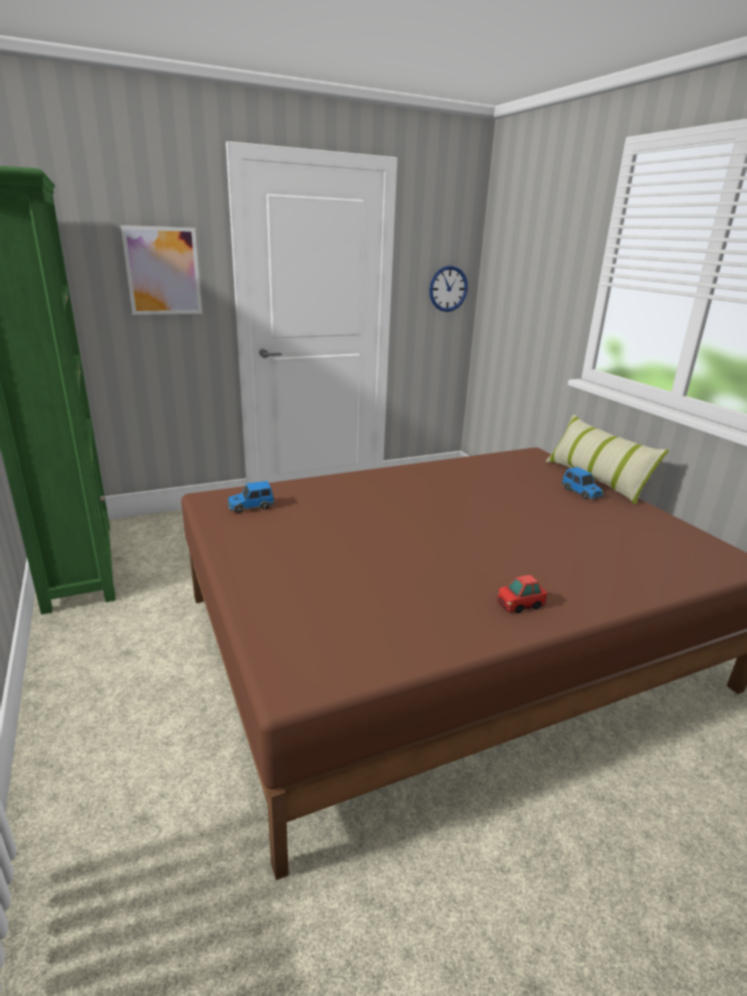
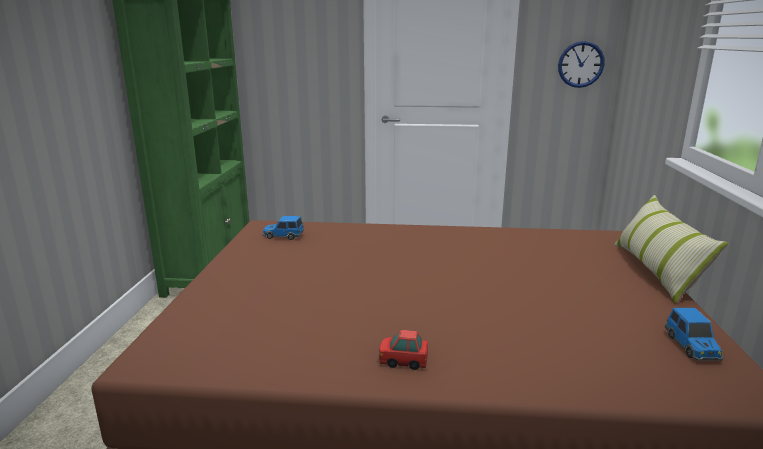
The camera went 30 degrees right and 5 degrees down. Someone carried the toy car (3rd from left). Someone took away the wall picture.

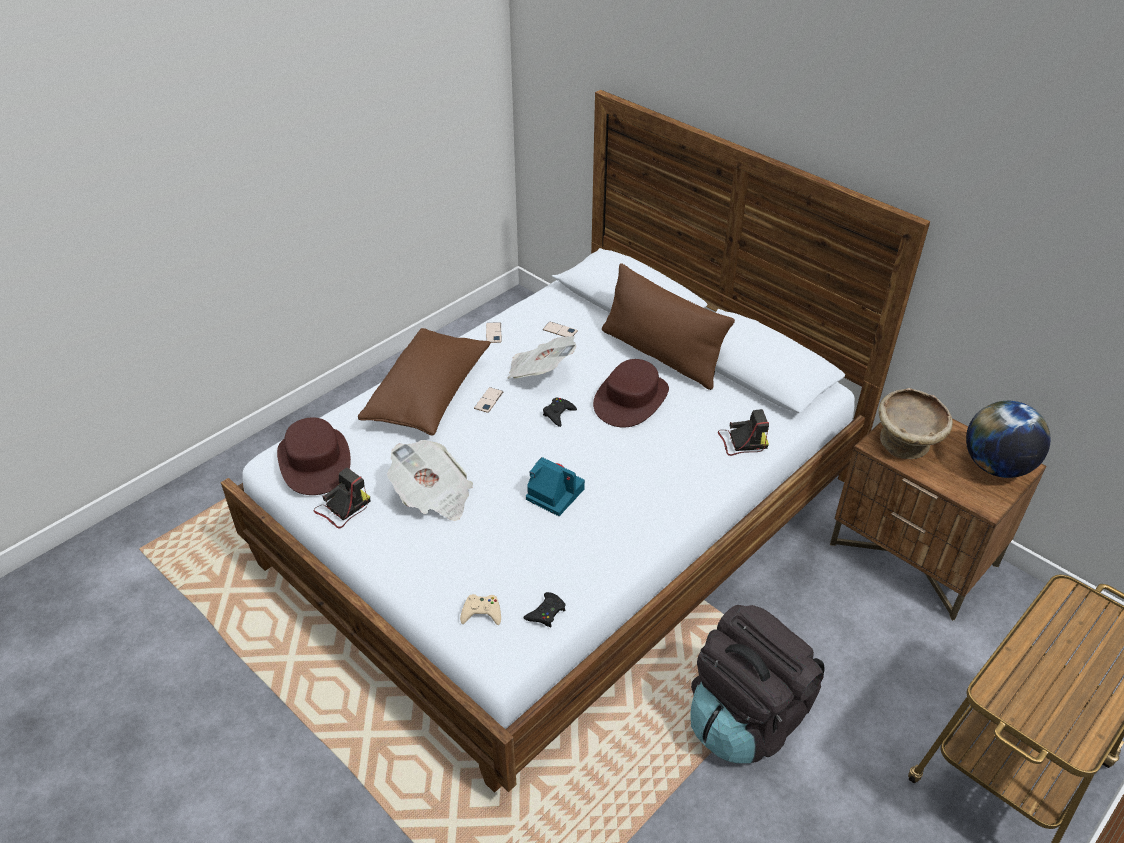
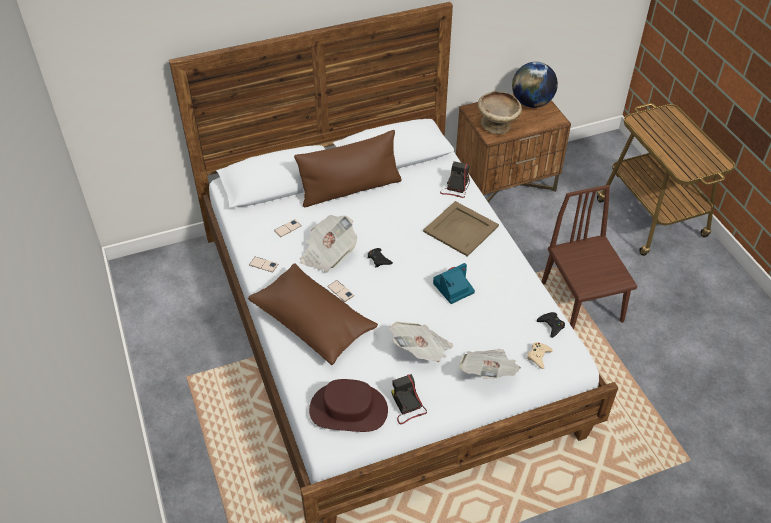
The camera went 65 degrees left and 5 degrees up. Someone put down the serving tray/beige-coloured. Someone put down the newspaper (3rd from left). Someone swapped the backpack/black-coloured for the chair/brown-coloured. Someone took away the hat/brown-coloured (2nd from left).

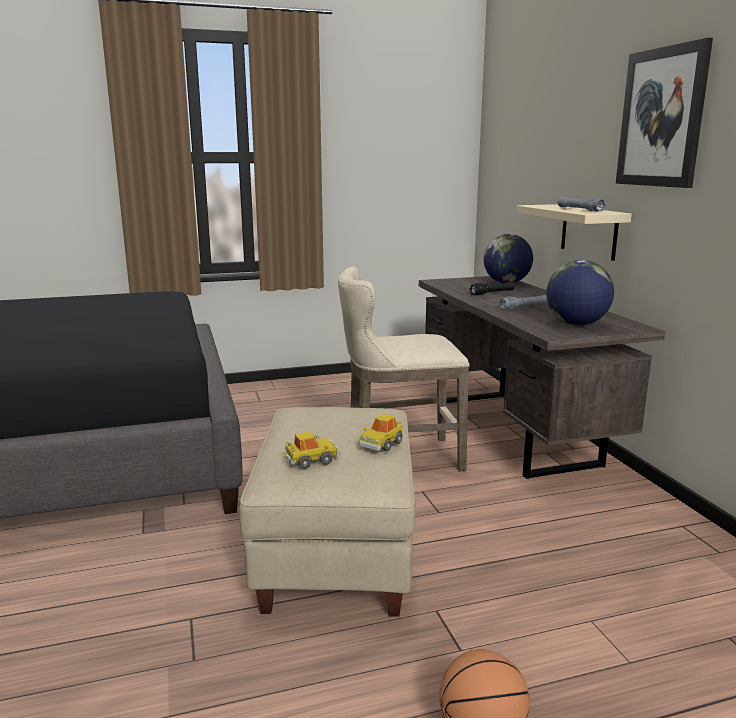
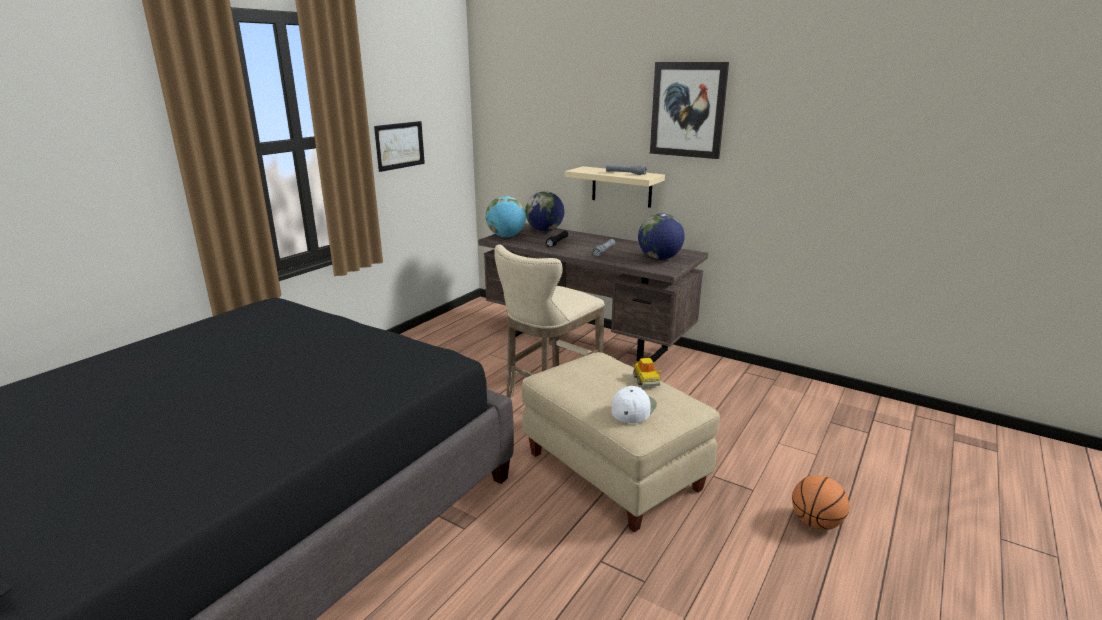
The camera went 40 degrees left and 5 degrees up. Someone put up the wall picture (1st from left). Someone put down the globe (1st from left). Someone swapped the toy car (1st from left) for the cap/white-coloured.

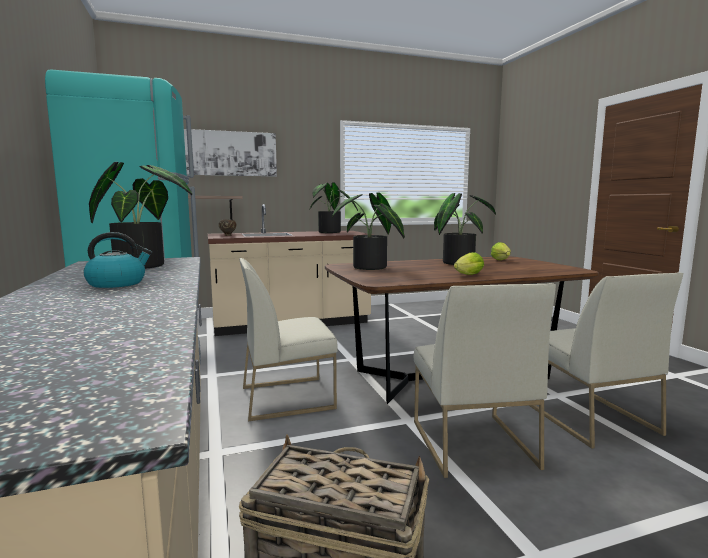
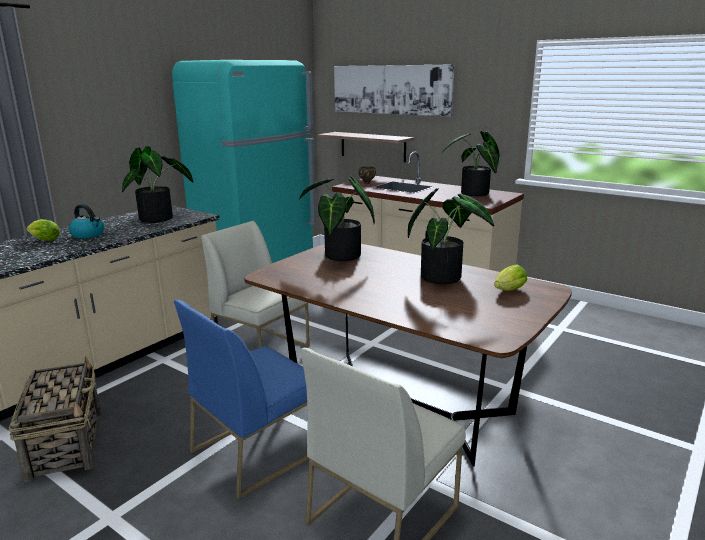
The camera went 55 degrees right and 10 degrees up. Someone carried the lettuce head (1st from left). Someone repainted the chair/white-coloured (2nd from left), which became the chair/blue.

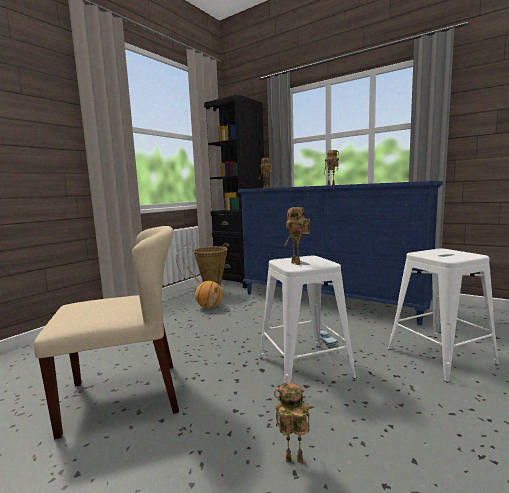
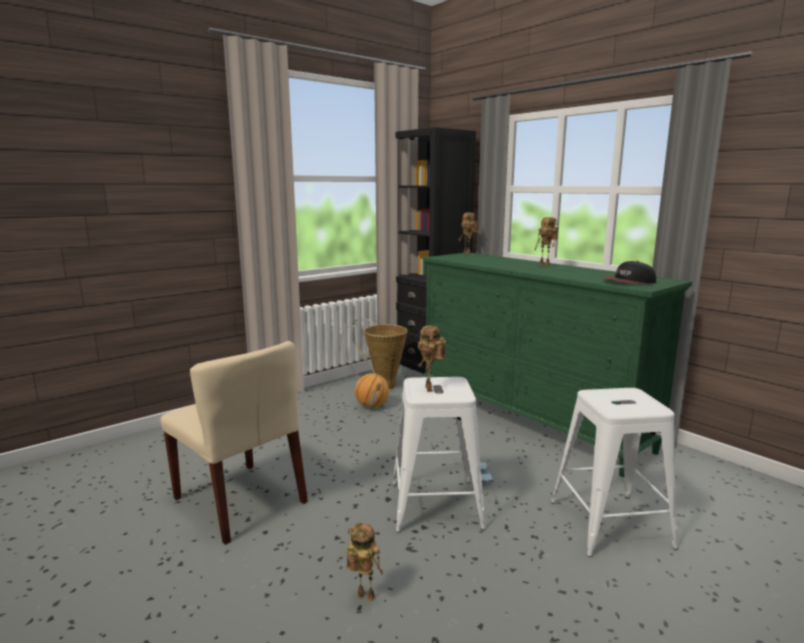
The camera went 15 degrees right and 5 degrees up. Someone rotated the chair/beige-coloured by 45 degrees clockwise. Someone repainted the dresser/blue, which became the dresser/green. Someone put down the cap.

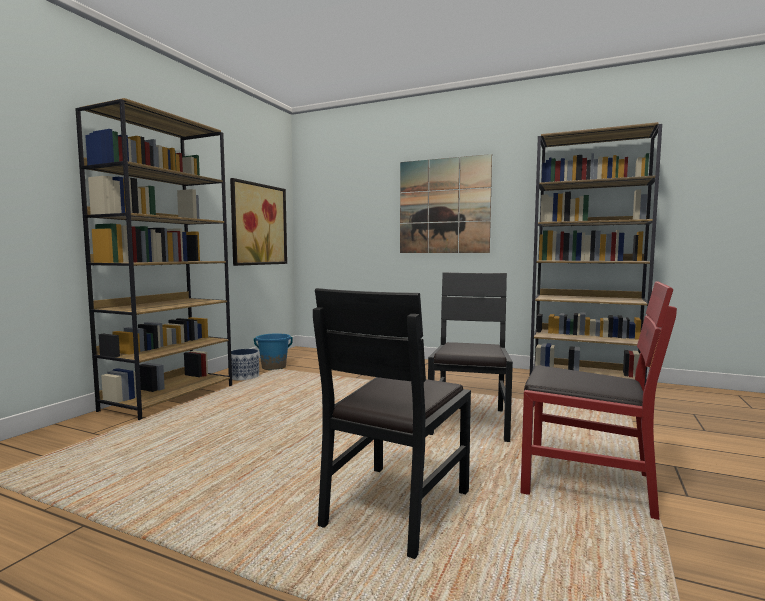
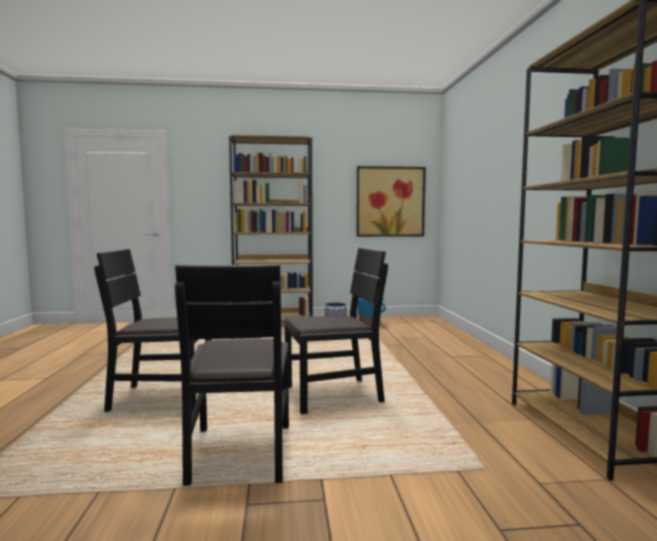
The camera went 60 degrees right and 0 degrees up. Someone repainted the chair/red, which became the chair/black-coloured (2nd from left). Someone took away the wall picture (2nd from left).

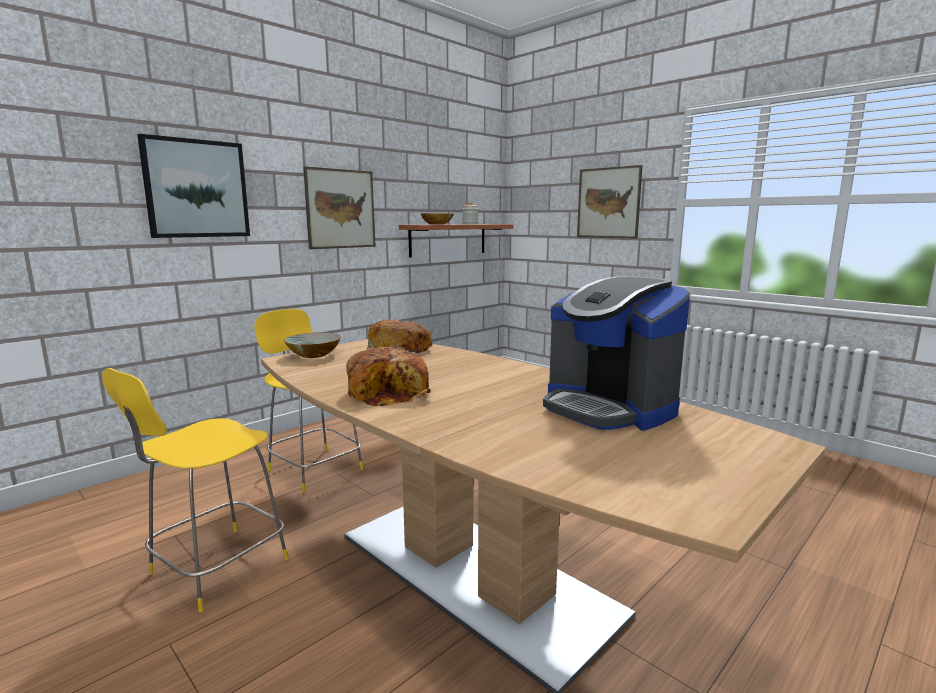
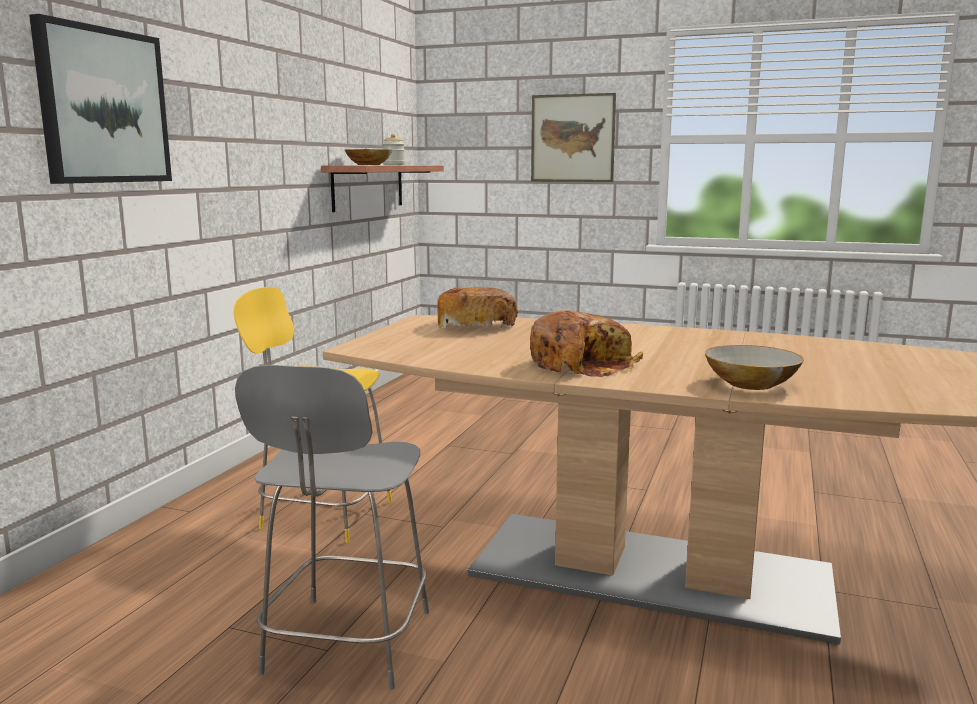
The camera went 25 degrees left and 0 degrees up. Someone repainted the chair/yellow-coloured (1st from left), which became the chair/grey. Someone carried the deep dish (1st from left in the first image). Someone took away the wall picture (2nd from left). Someone took away the coffee maker.

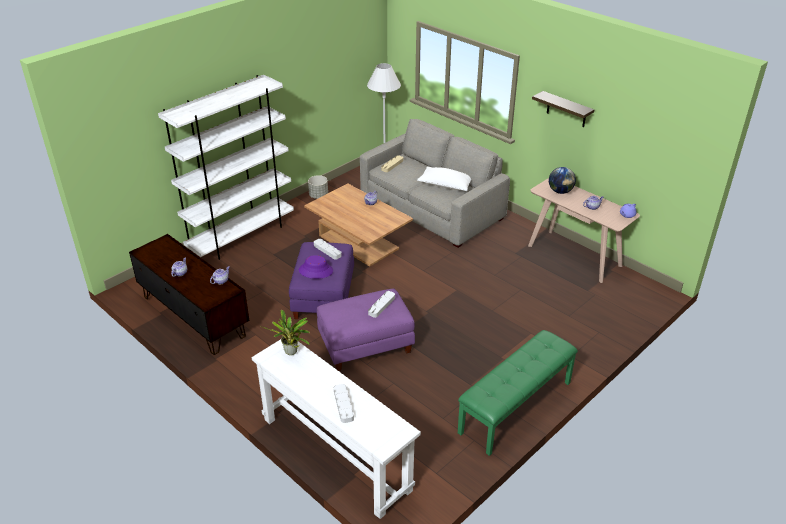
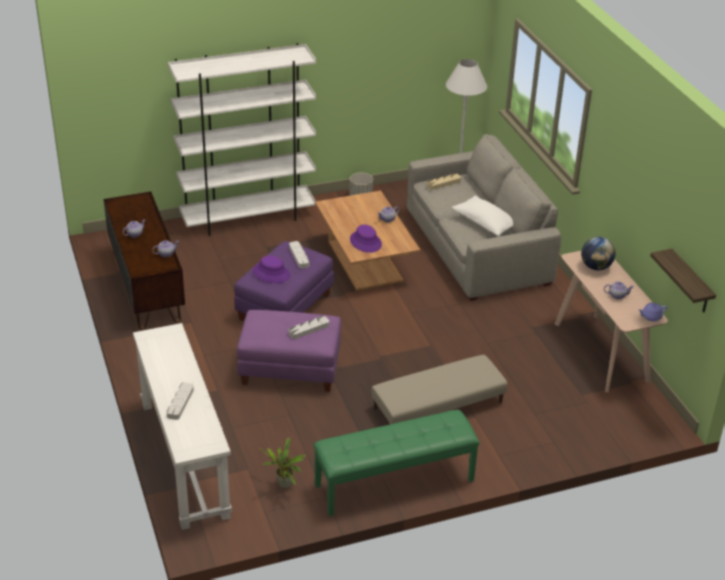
The camera went 25 degrees right and 0 degrees up. Someone carried the plant in a pot. Someone put down the hat/purple-coloured (2nd from left). Someone put down the pouffe/beige-coloured. Someone carried the wall shelf.

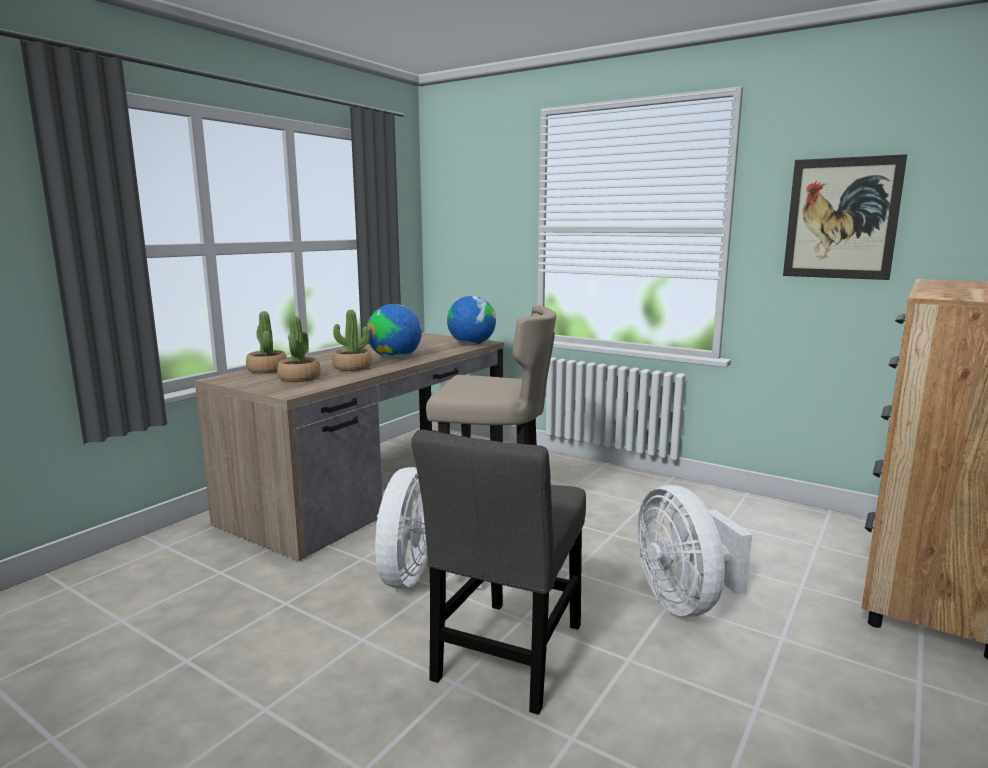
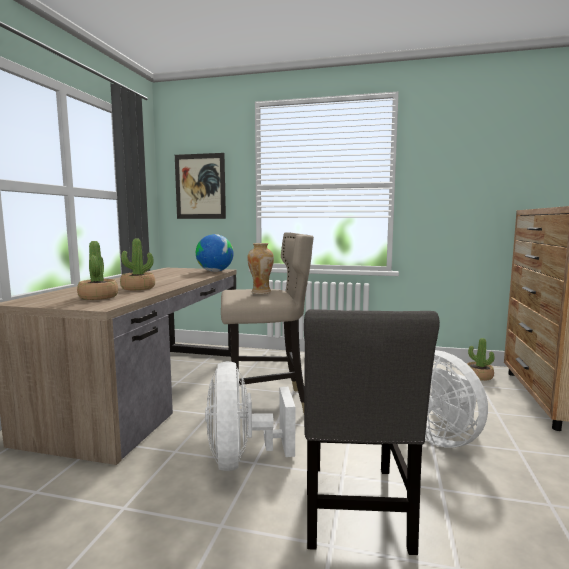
The camera went 20 degrees left and 5 degrees down. Someone carried the wall picture. Someone put down the vase. Someone carried the plant in a pot (1st from left in the first image). Someone took away the globe (1st from left).

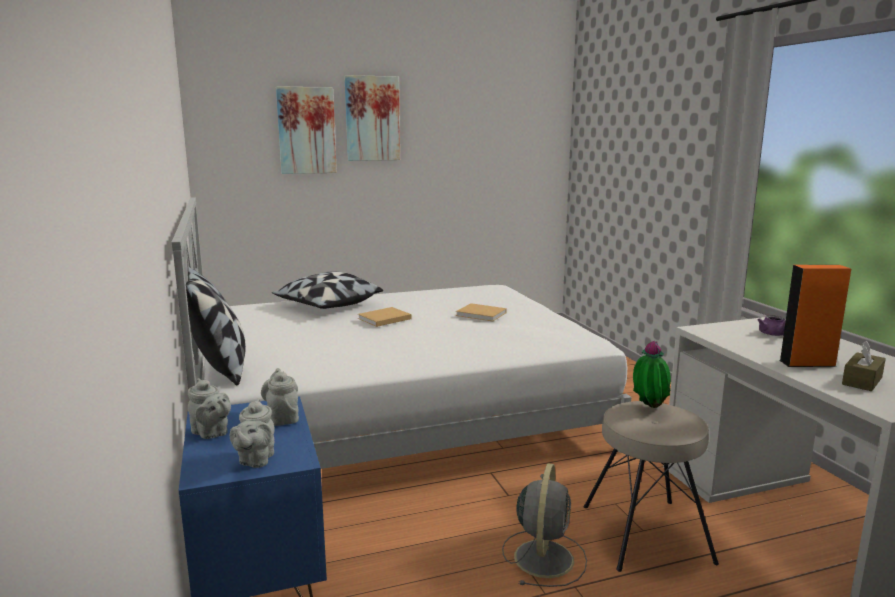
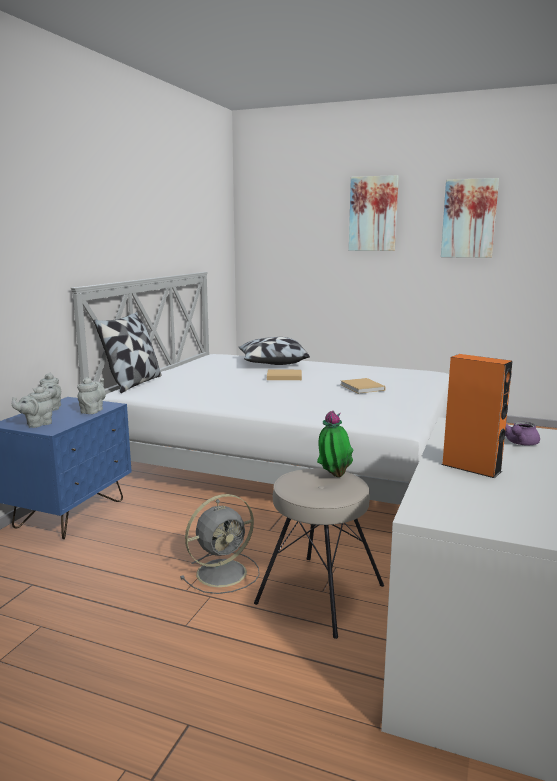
The camera went 40 degrees right and 0 degrees up. Someone carried the wall picture (1st from left in the first image). Someone took away the tissue box/brown-coloured.

